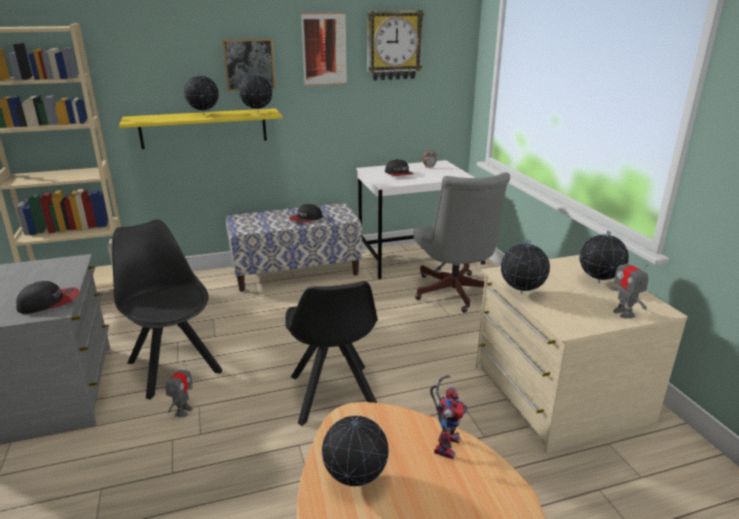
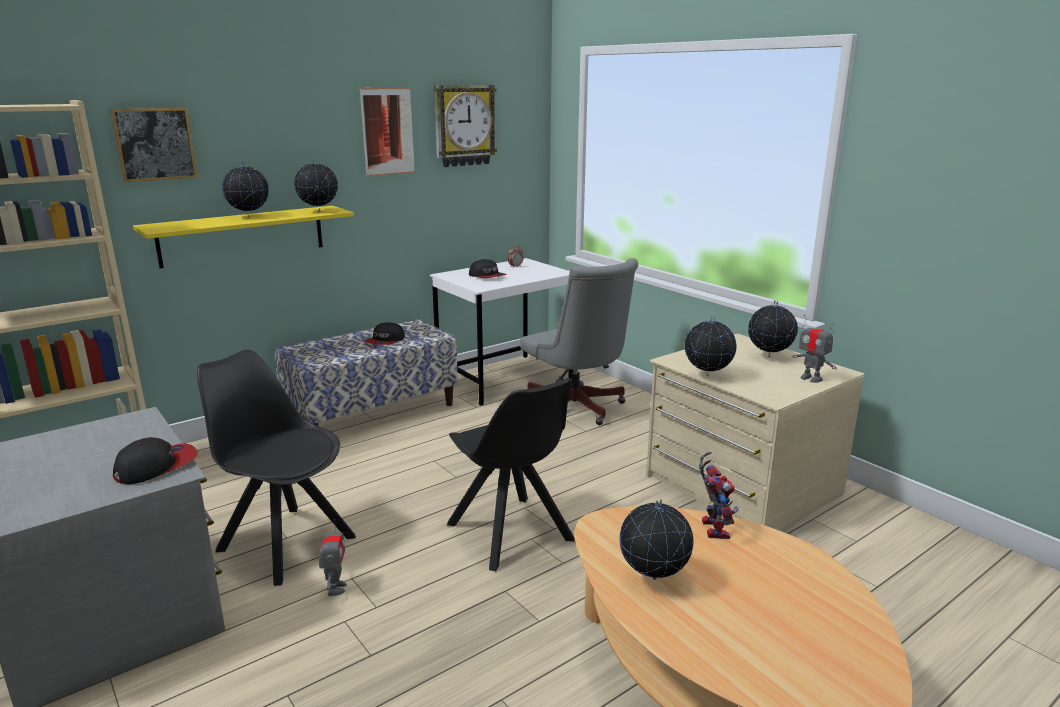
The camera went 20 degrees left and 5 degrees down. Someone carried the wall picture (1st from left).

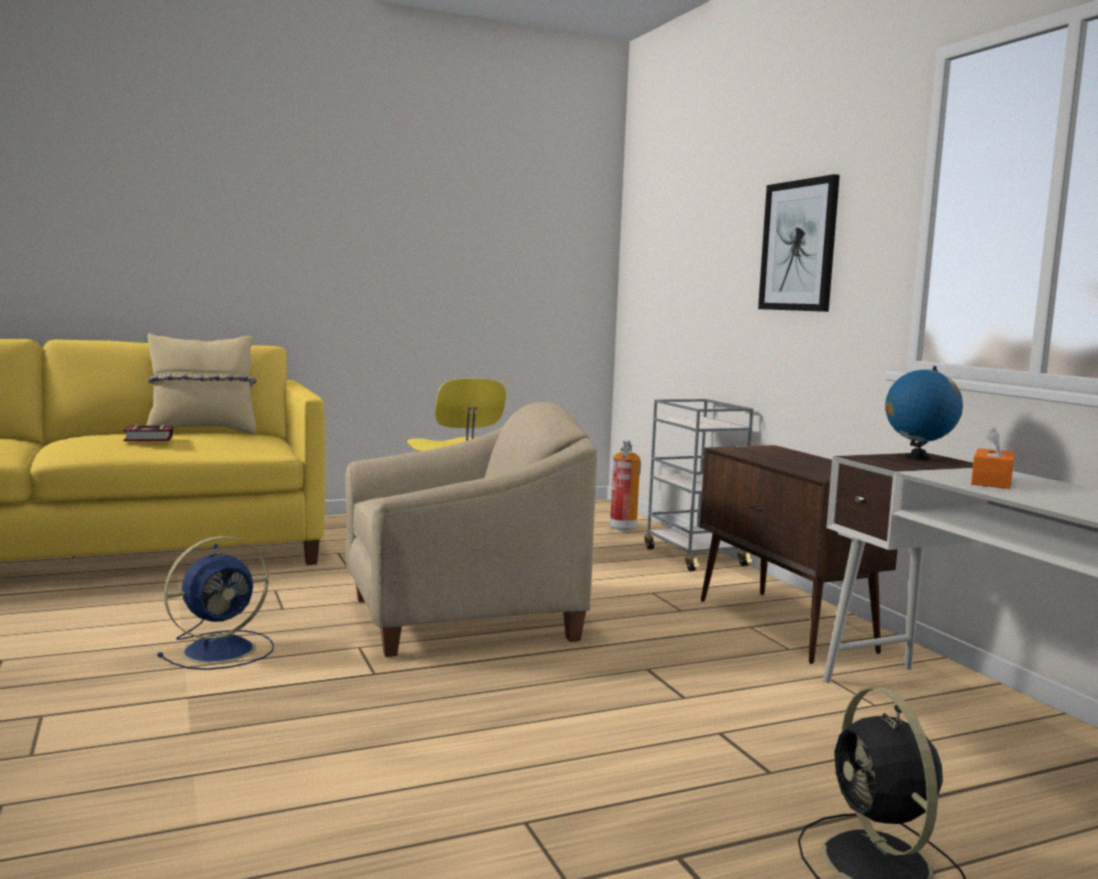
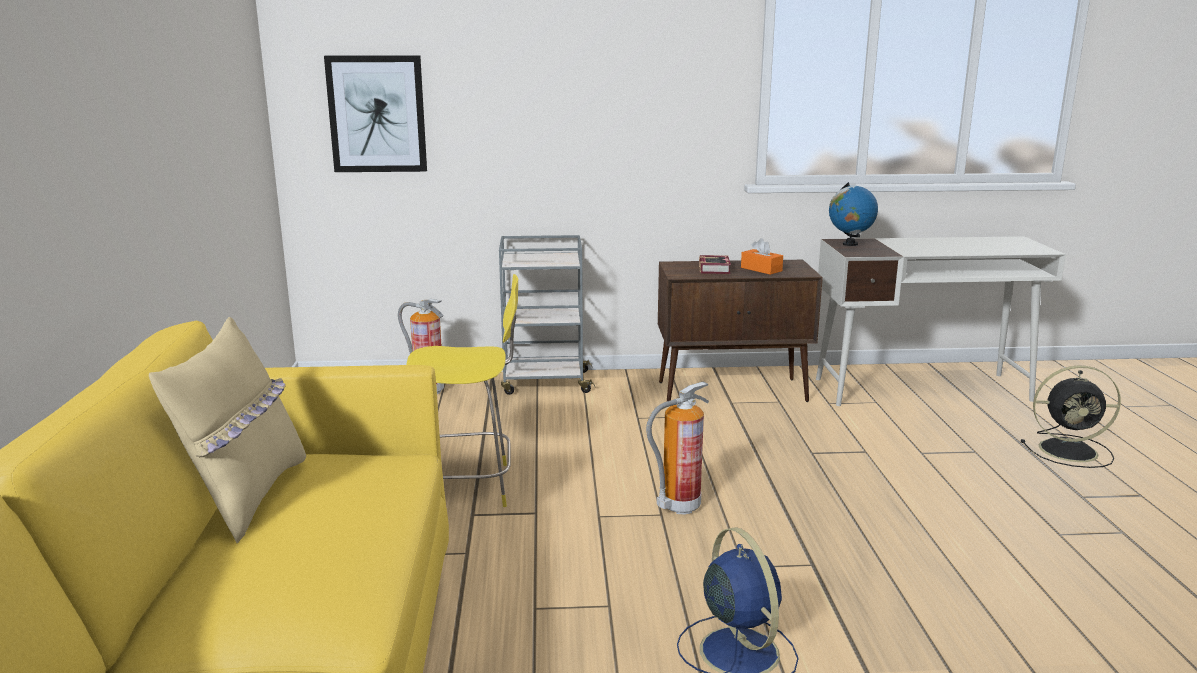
The camera went 70 degrees left and 10 degrees up. Someone carried the wall picture. Someone swapped the armchair/beige-coloured for the fire extinguisher (2nd from left). Someone carried the volume. Someone carried the tissue box/orangey.

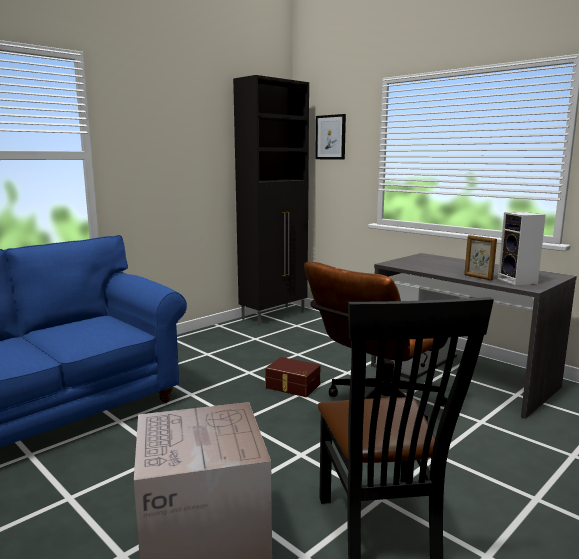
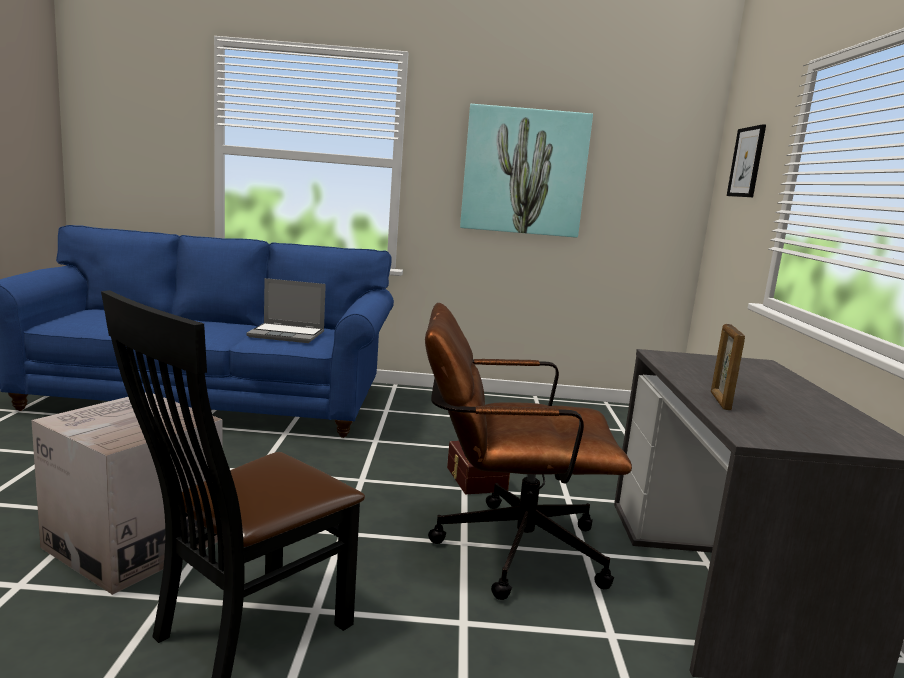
The camera went 45 degrees right and 0 degrees up. Someone put down the notebook computer. Someone put up the wall picture (1st from left). Someone took away the cupboard/black-coloured. Someone took away the speaker.

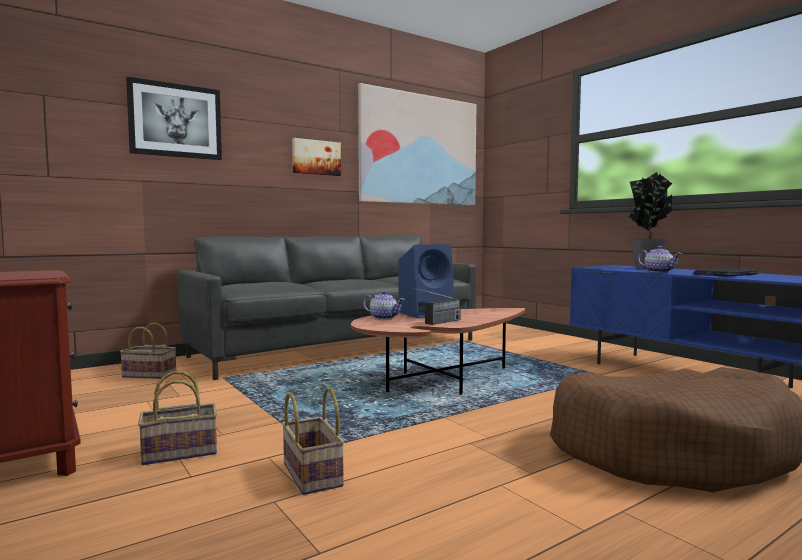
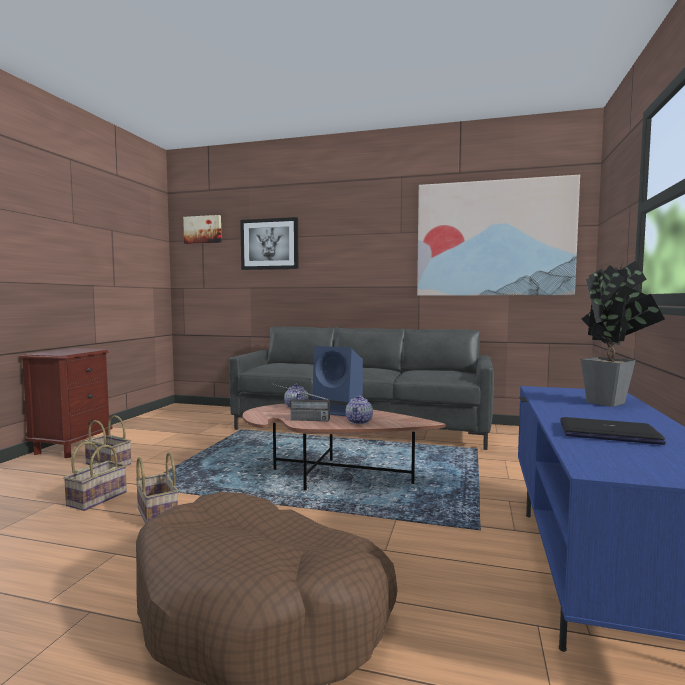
The camera went 50 degrees right and 0 degrees up. Someone carried the basket (1st from left in the first image). Someone carried the wall picture (2nd from left in the first image). Someone carried the tea pot (2nd from left).

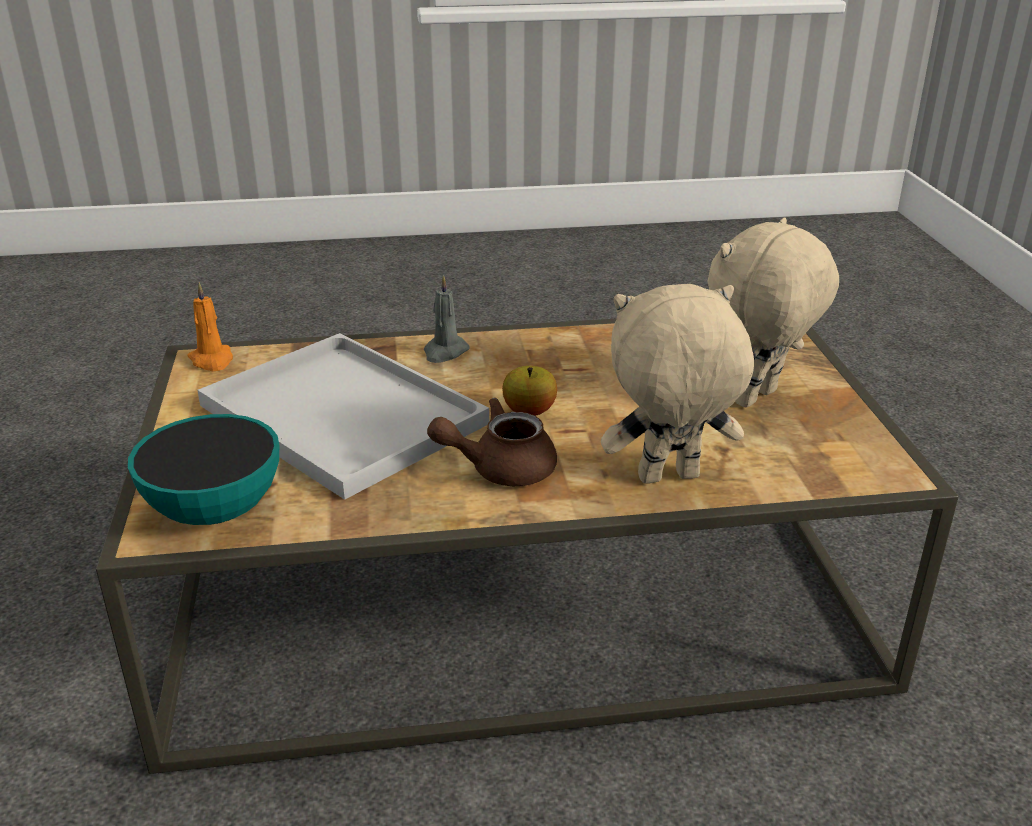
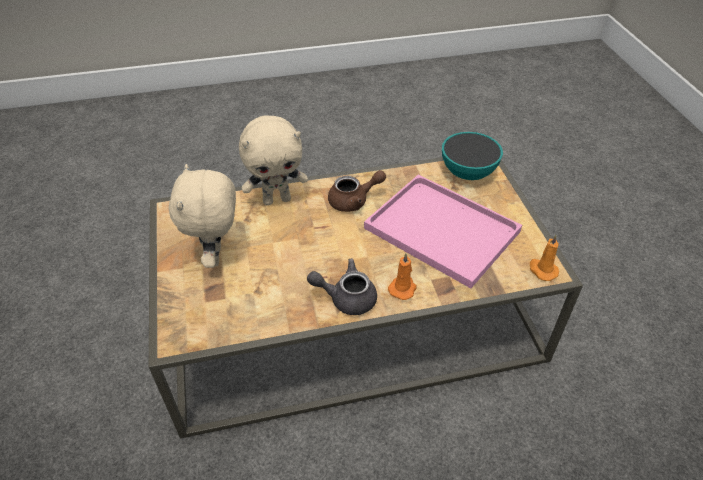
The camera went 175 degrees right and 15 degrees up. Someone rotated the soft toy/beige-coloured (2nd from left in the first image) by 135 degrees clockwise. Someone put down the tea pot/grey. Someone repainted the serving tray/white-coloured, which became the serving tray/pink-coloured. Someone repainted the wax candle/grey, which became the wax candle/orangey (1st from left). Someone took away the apple fruit.

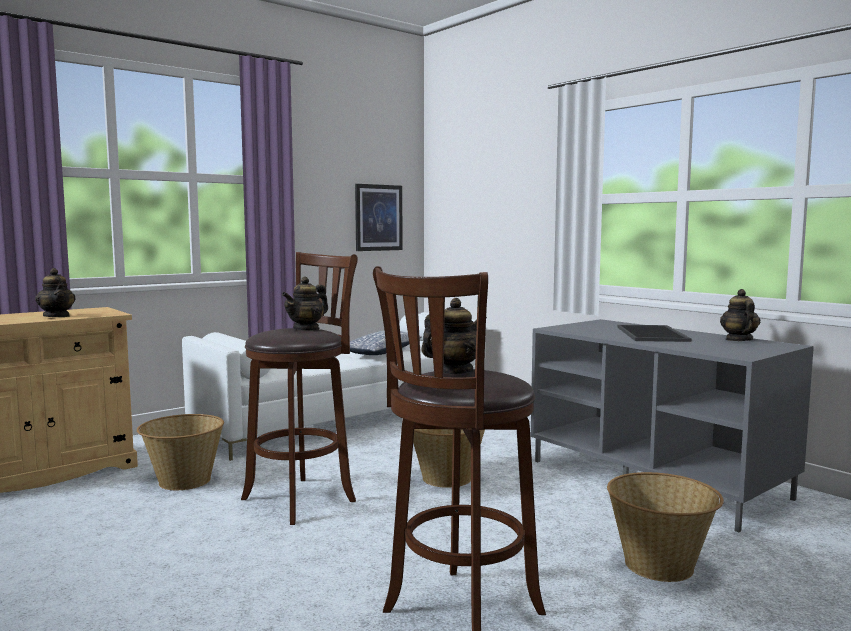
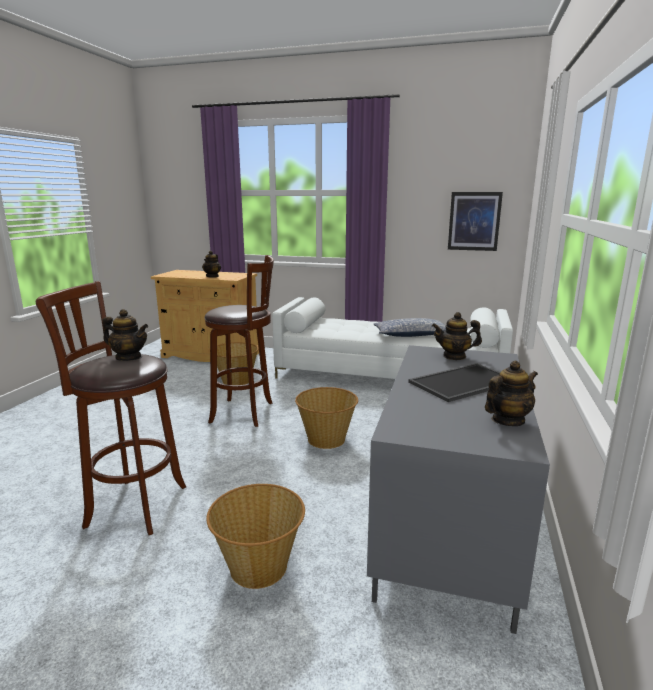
The camera went 55 degrees right and 10 degrees up. Someone carried the tea pot (2nd from left in the first image).

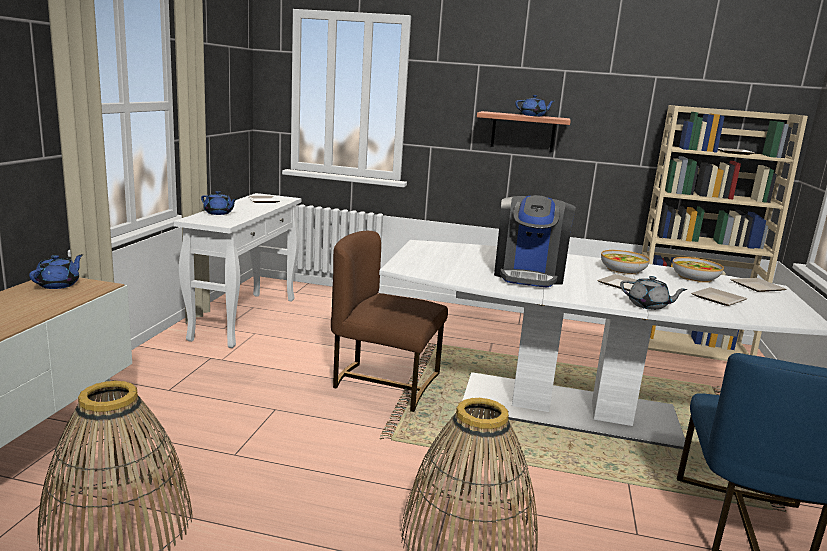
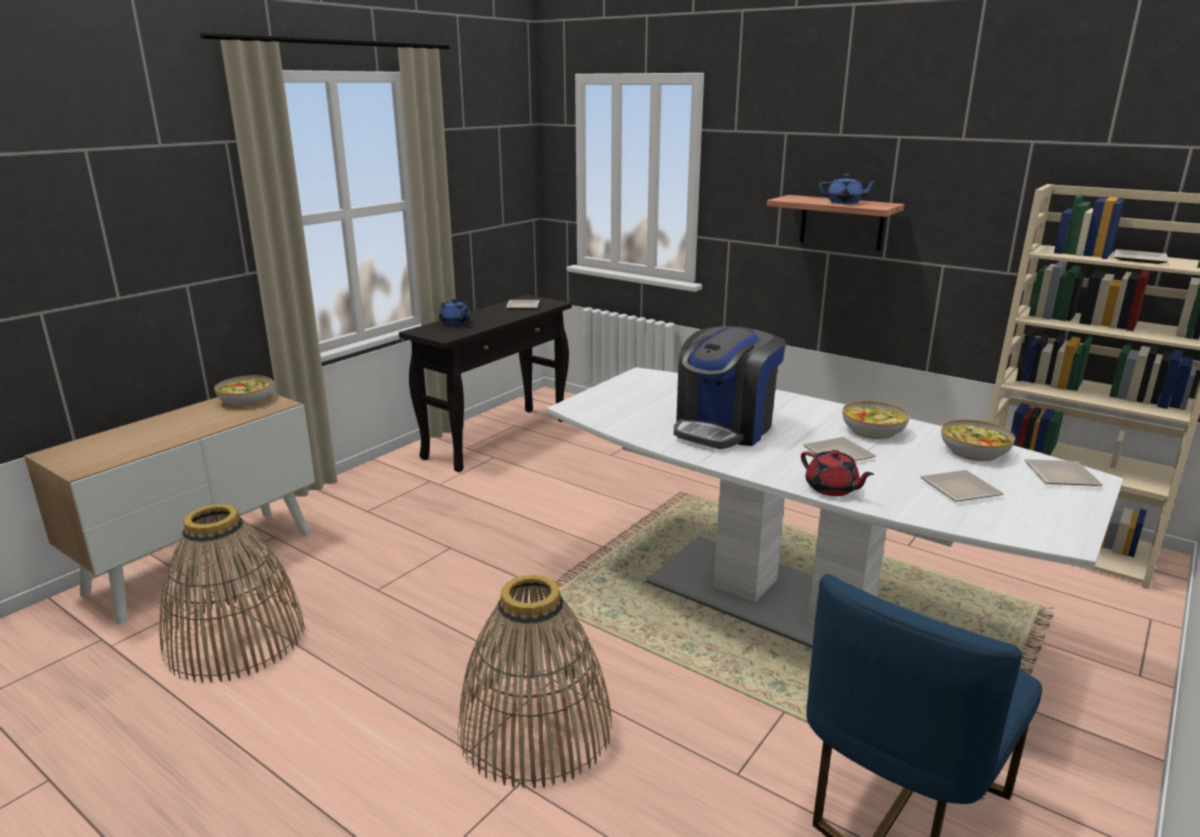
The camera went 25 degrees right and 5 degrees up. Someone swapped the tea pot/blue (1st from left) for the deep dish (1st from left). Someone repainted the narrow table/white-coloured, which became the narrow table/black-coloured. Someone repainted the tea pot/grey, which became the tea pot/red. Someone took away the chair/brown-coloured.

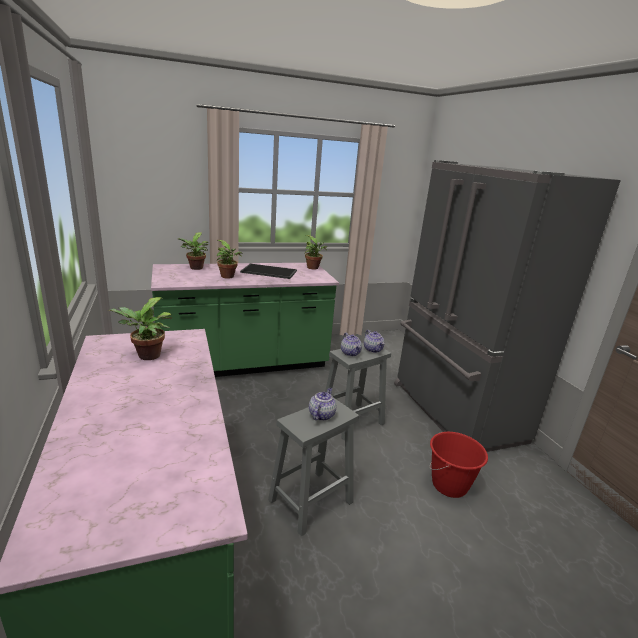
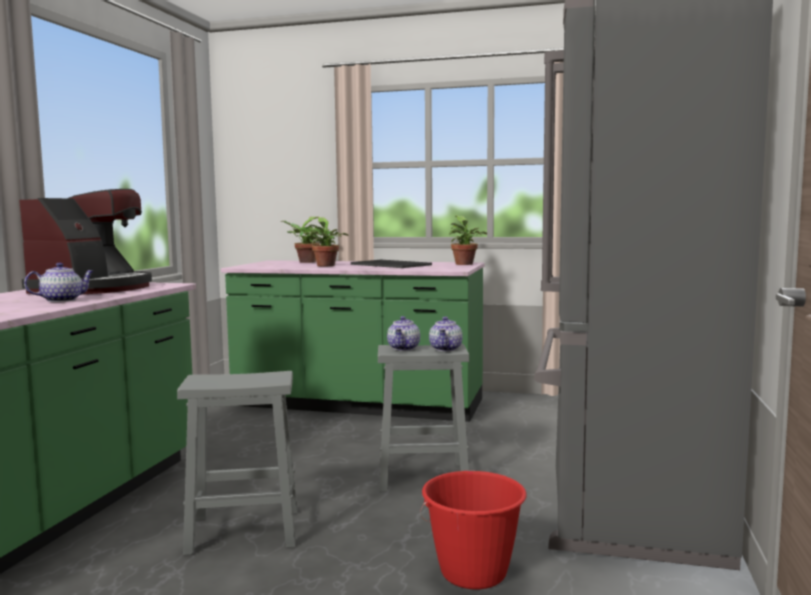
The camera went 35 degrees right and 15 degrees down. Someone swapped the plant in a pot (1st from left) for the coffee maker. Someone carried the tea pot (1st from left).

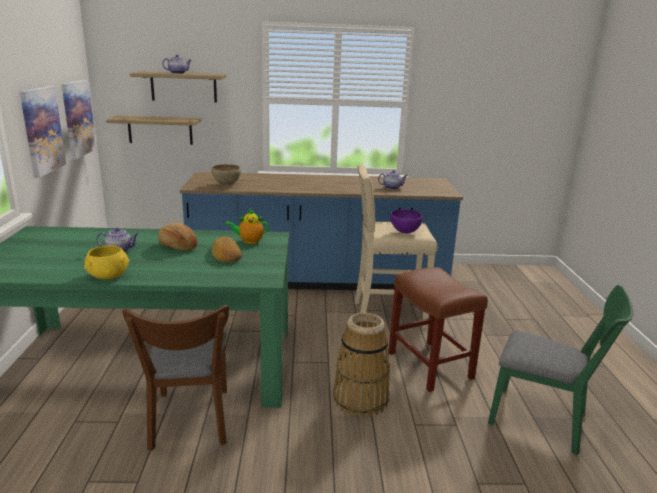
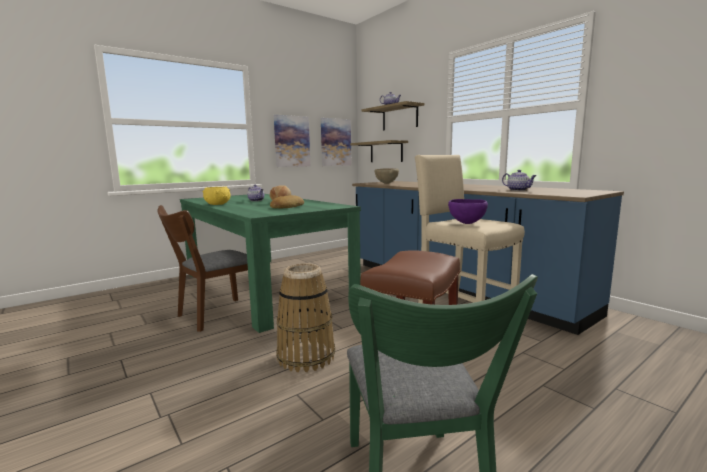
The camera went 55 degrees right and 10 degrees down. Someone took away the tea pot (3rd from left).

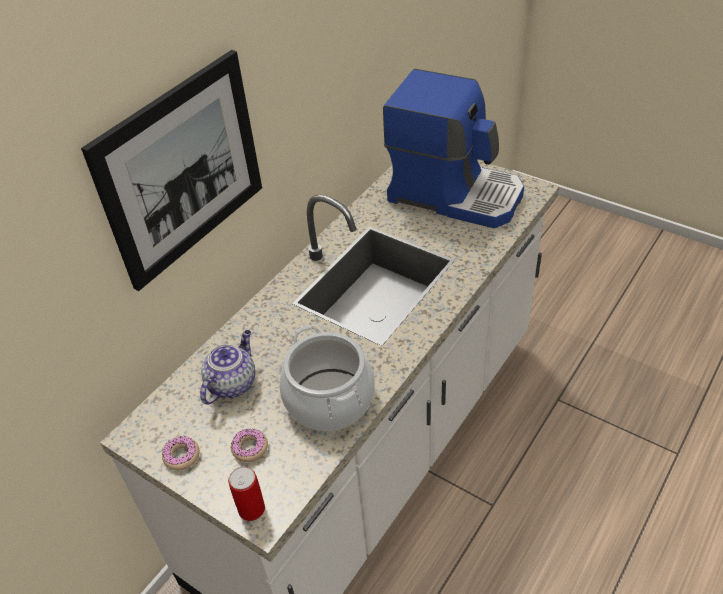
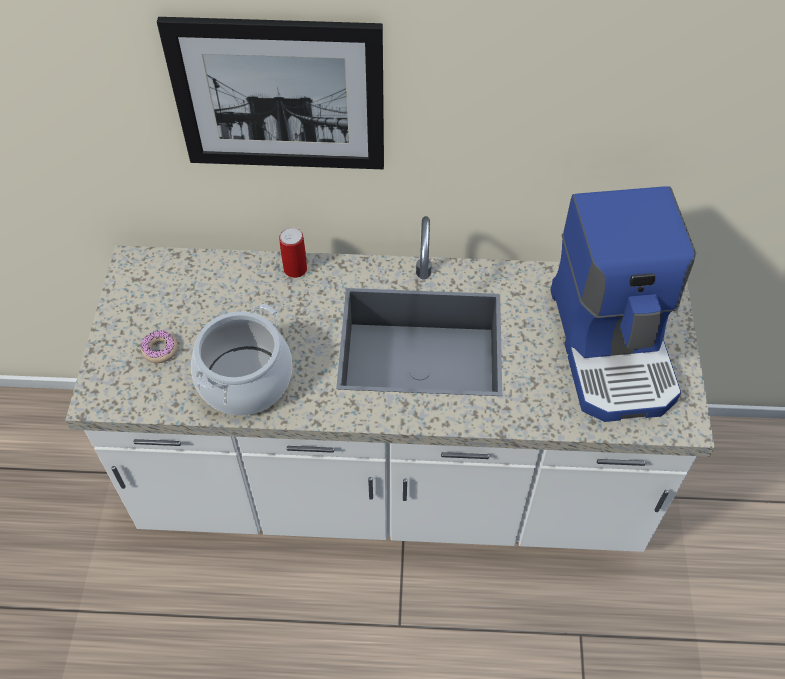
The camera went 55 degrees right and 10 degrees up. Someone carried the metal can. Someone took away the ring doughnut (1st from left). Someone took away the tea pot.

